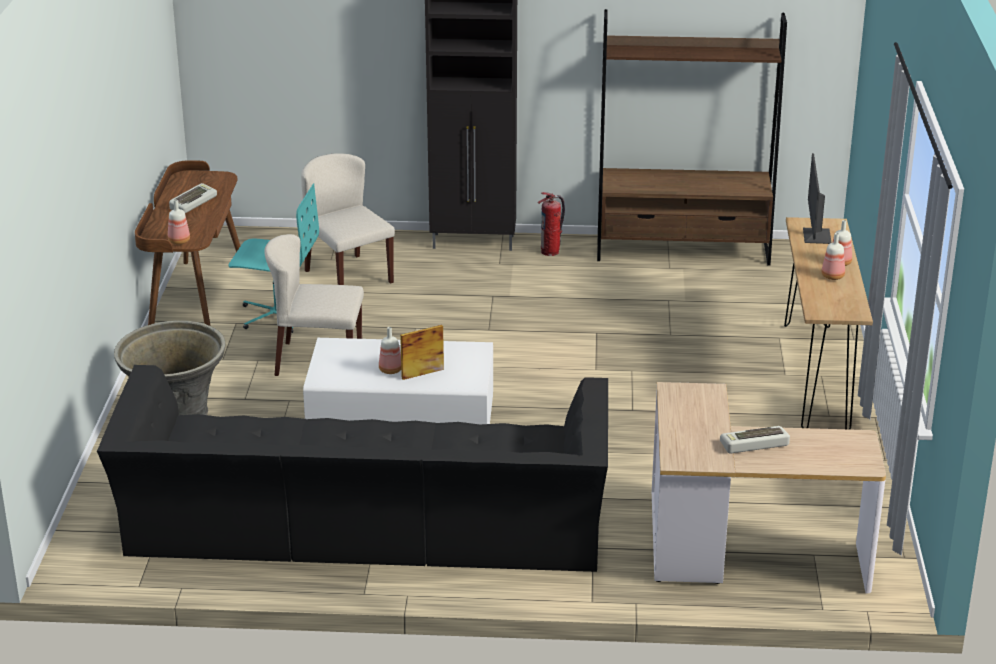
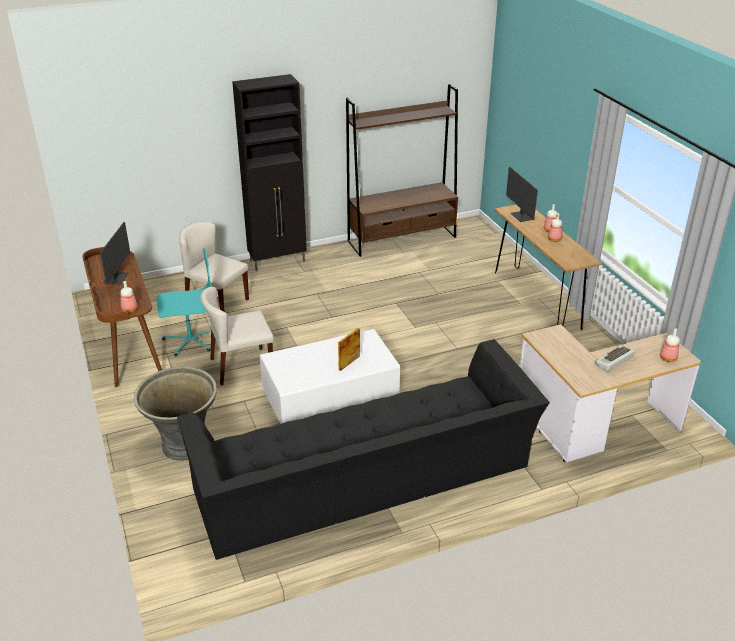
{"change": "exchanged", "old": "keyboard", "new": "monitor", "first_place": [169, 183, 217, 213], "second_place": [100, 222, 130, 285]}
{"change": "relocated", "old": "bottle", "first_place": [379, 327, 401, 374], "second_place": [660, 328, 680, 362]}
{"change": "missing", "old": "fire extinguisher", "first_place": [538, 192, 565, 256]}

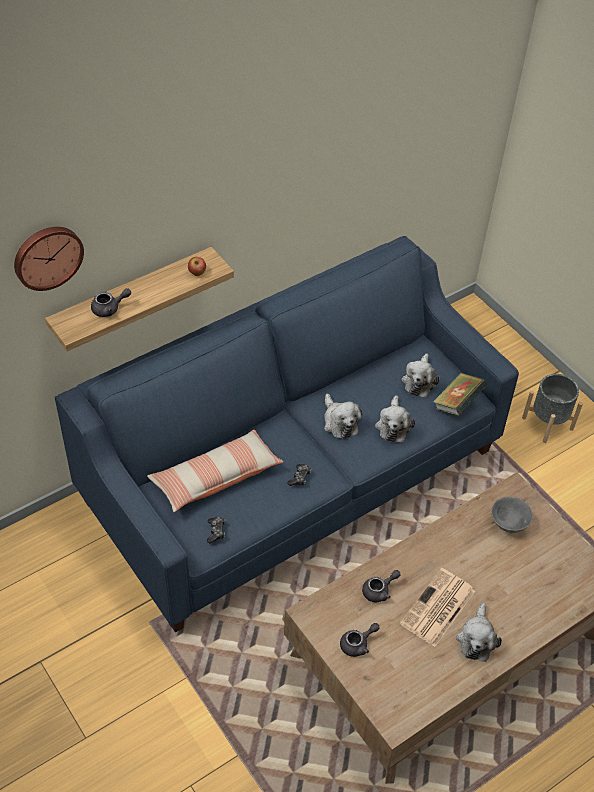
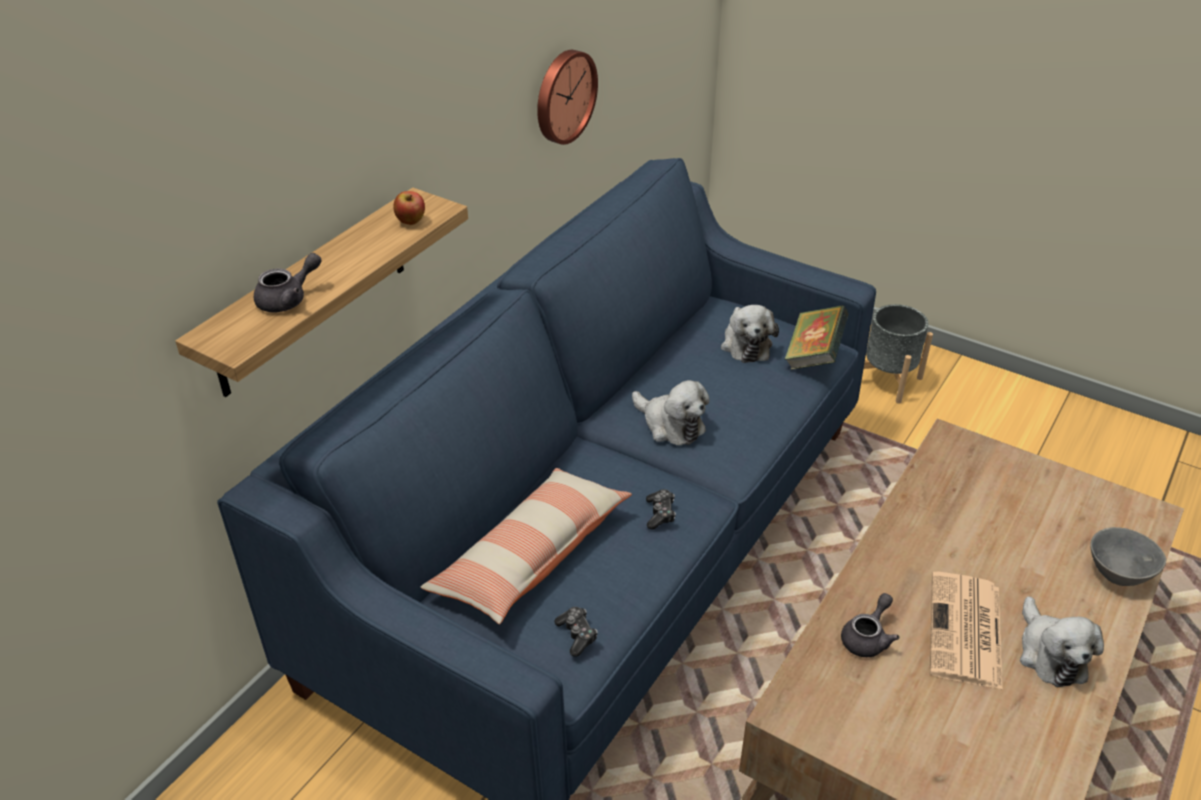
{"change": "relocated", "old": "wall clock", "first_place": [14, 227, 84, 291], "second_place": [537, 50, 598, 145]}
{"change": "missing", "old": "grey teapot", "first_place": [340, 623, 379, 657]}
{"change": "missing", "old": "plush toy", "first_place": [375, 395, 415, 442]}
{"change": "relocated", "old": "grey bowl", "first_place": [491, 497, 533, 533], "second_place": [1090, 527, 1166, 586]}

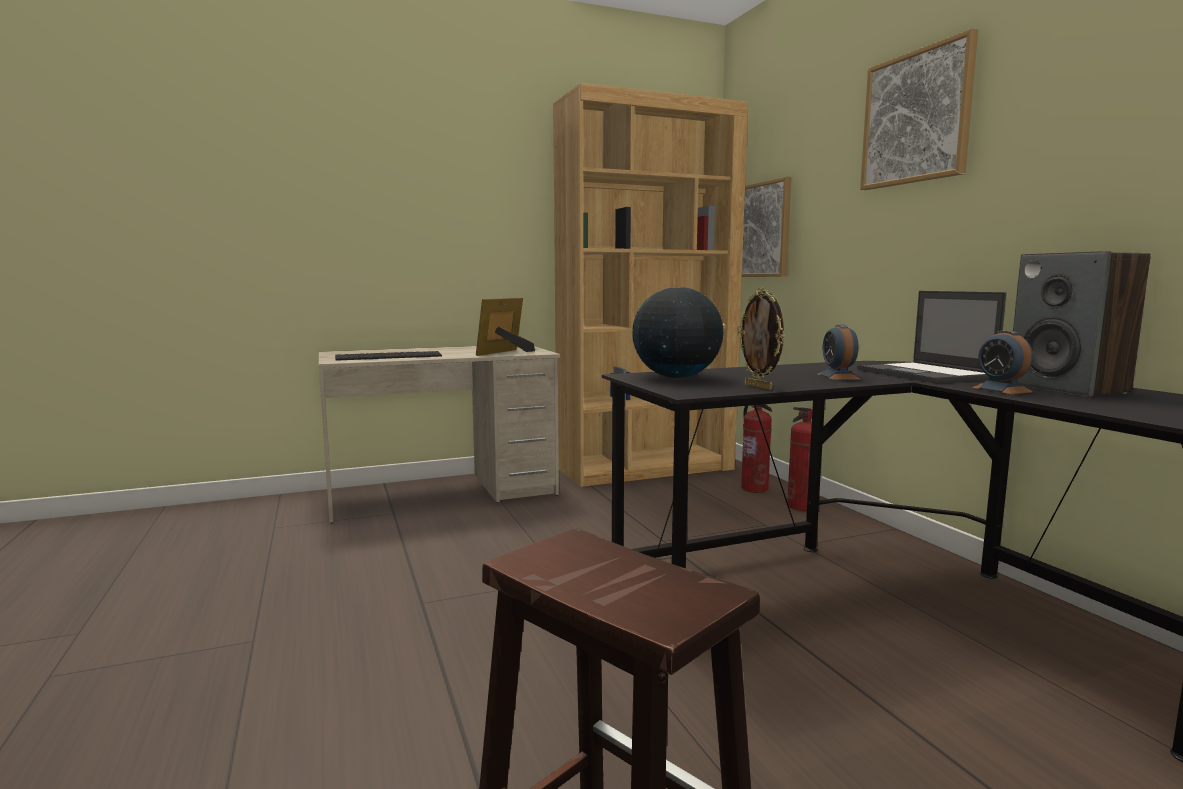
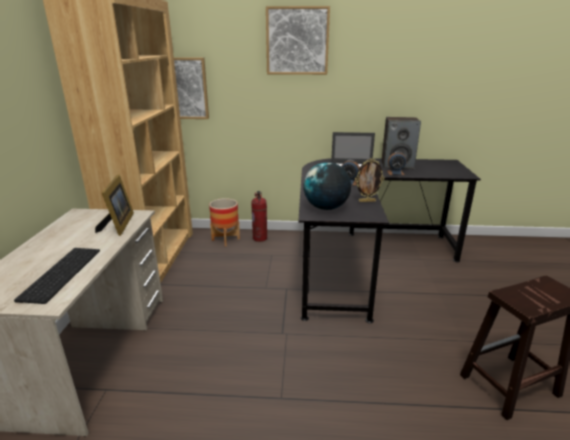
{"change": "spun", "old": "picture frame", "first_place": [476, 298, 535, 356], "second_place": [95, 174, 134, 236], "degrees": -150}
{"change": "exchanged", "old": "fire extinguisher", "new": "planter", "first_place": [741, 404, 772, 493], "second_place": [209, 198, 240, 246]}

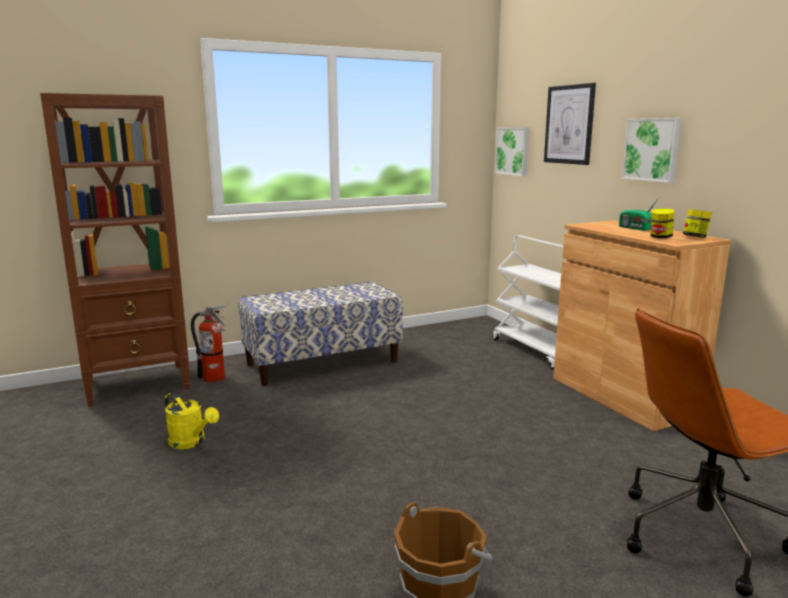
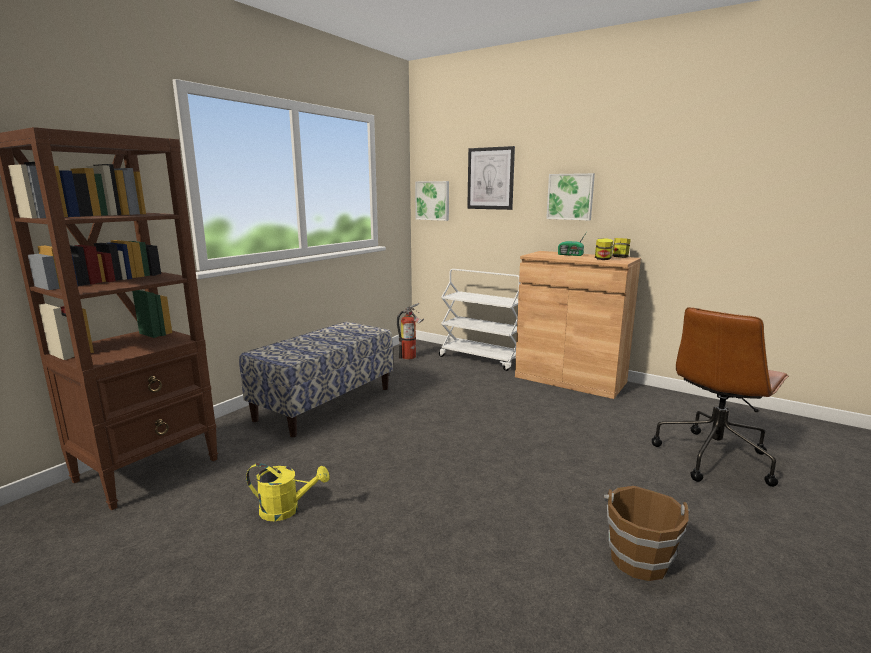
{"change": "relocated", "old": "fire extinguisher", "first_place": [191, 304, 226, 383], "second_place": [397, 303, 424, 359]}

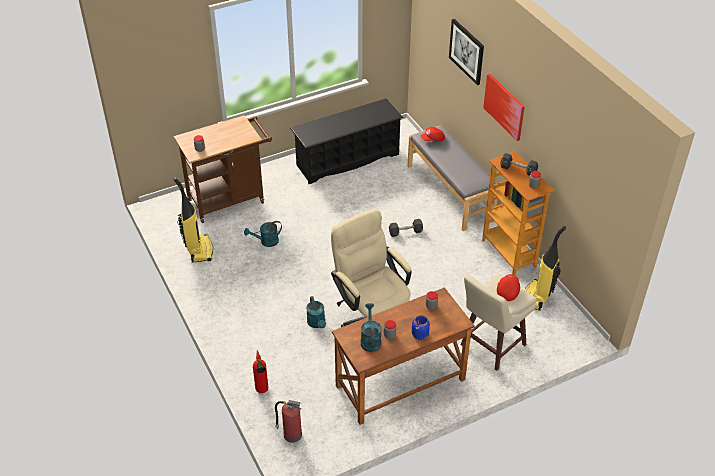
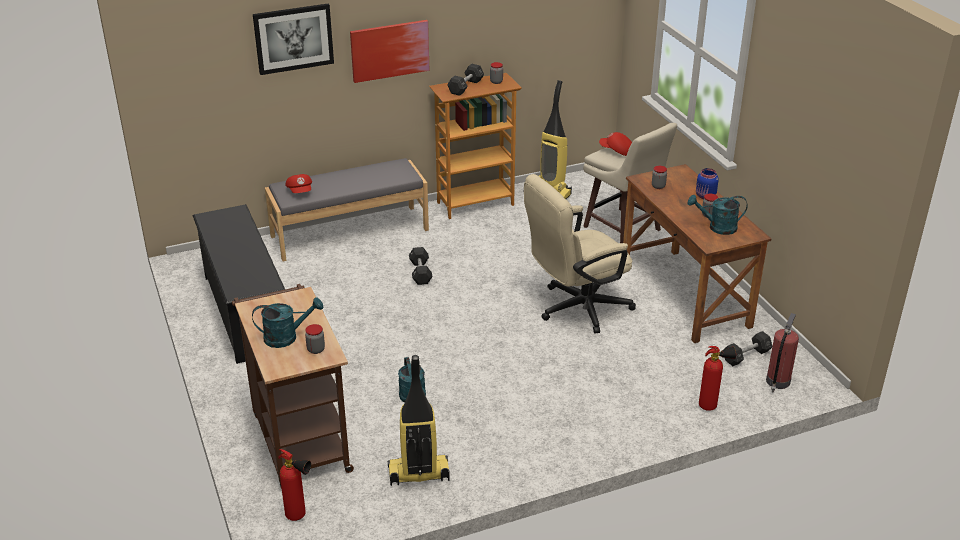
{"change": "relocated", "old": "turquoise watering can", "first_place": [306, 296, 326, 328], "second_place": [252, 297, 323, 348]}
{"change": "appeared", "new": "fire extinguisher", "second_place": [279, 449, 311, 521]}
{"change": "appeared", "new": "black dumbbell", "second_place": [724, 331, 772, 366]}

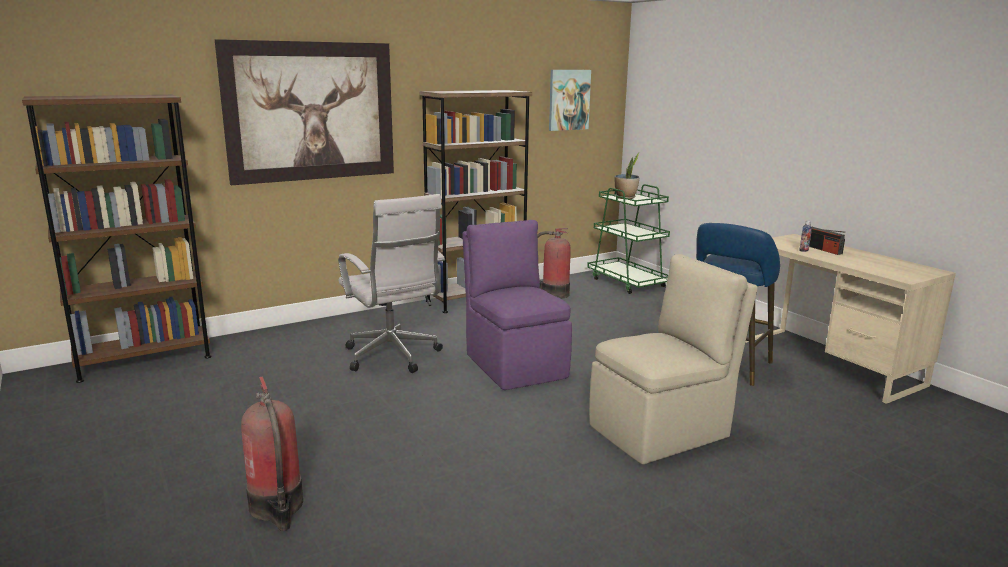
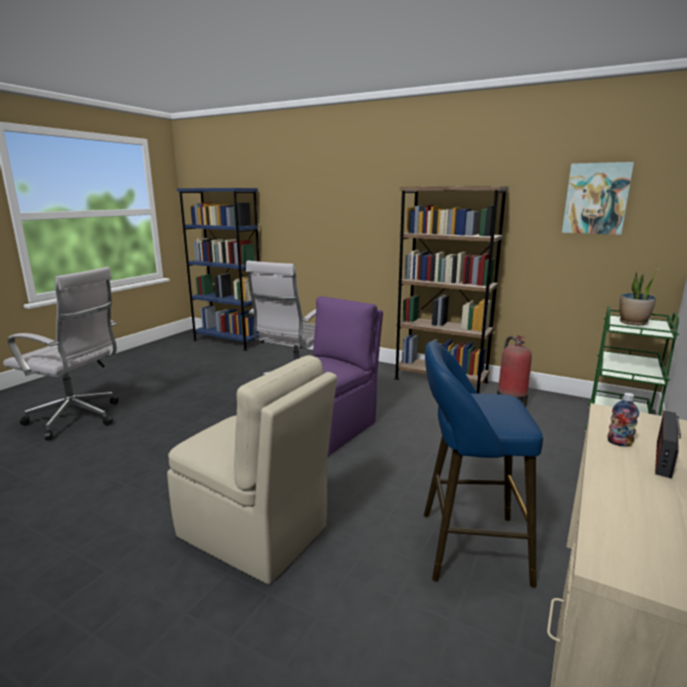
{"change": "colour", "old": "brown bookcase", "new": "blue bookcase", "first_place": [22, 95, 212, 383], "second_place": [177, 188, 265, 351]}
{"change": "missing", "old": "picture", "first_place": [215, 39, 394, 185]}
{"change": "exchanged", "old": "fire extinguisher", "new": "white office chair", "first_place": [241, 376, 303, 531], "second_place": [3, 267, 119, 440]}

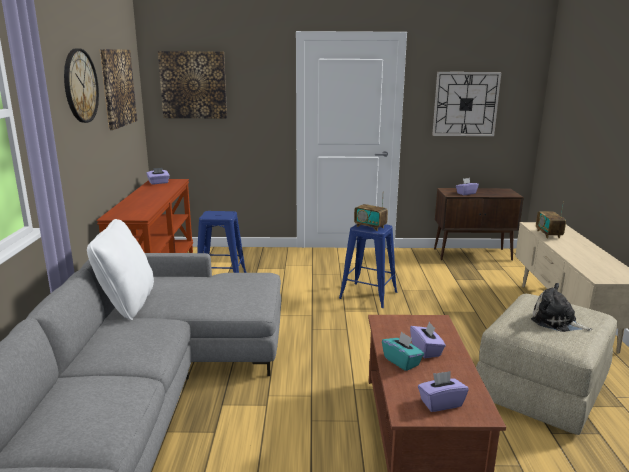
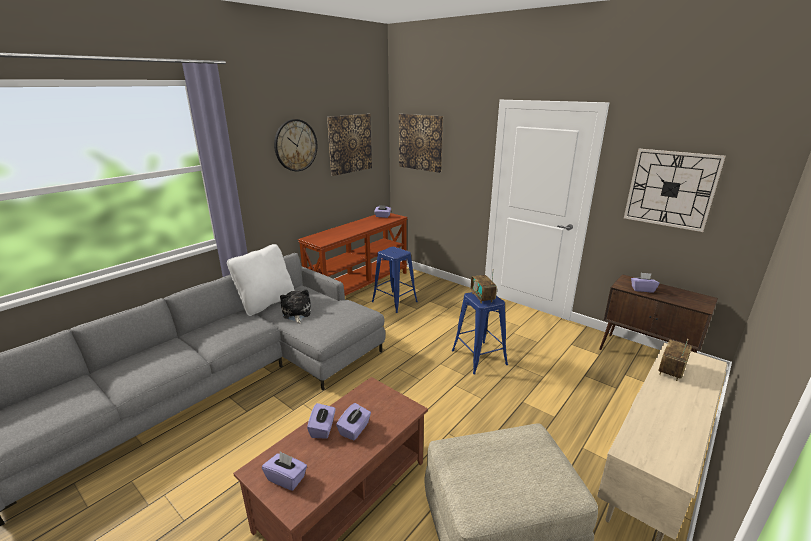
{"change": "colour", "old": "turquoise tissue box", "new": "purple tissue box", "first_place": [382, 331, 424, 371], "second_place": [307, 403, 336, 439]}
{"change": "relocated", "old": "plush toy", "first_place": [531, 283, 592, 332], "second_place": [280, 289, 311, 324]}

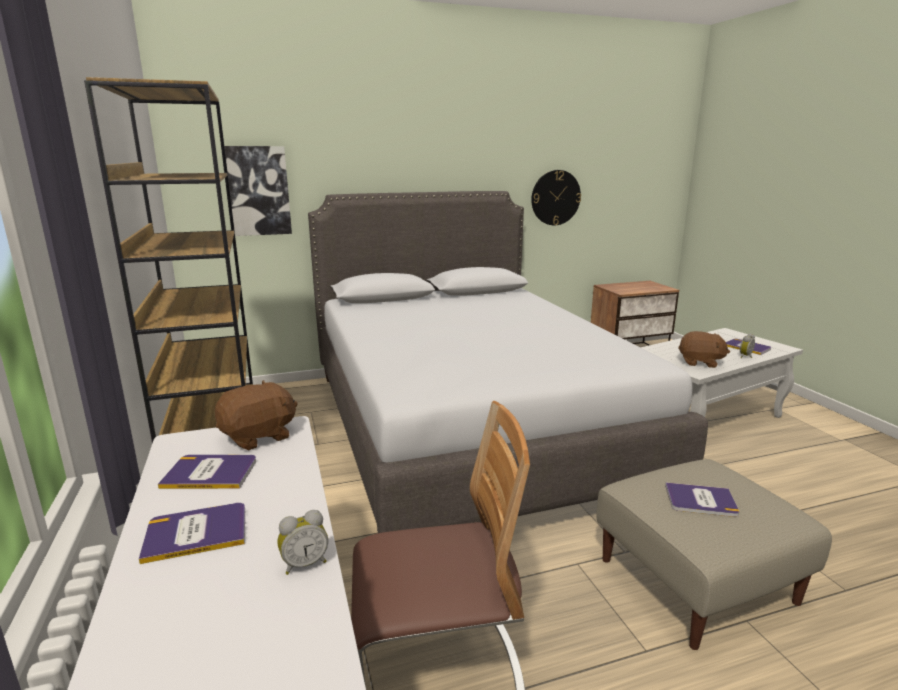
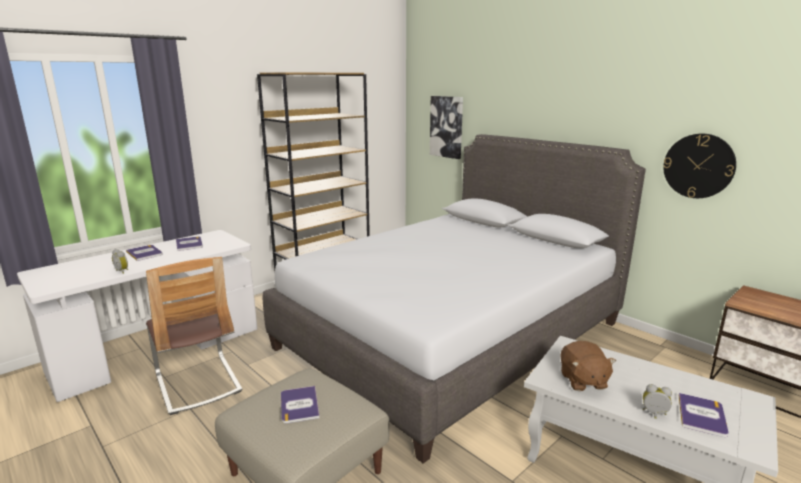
{"change": "missing", "old": "brown plush toy", "first_place": [214, 380, 298, 450]}

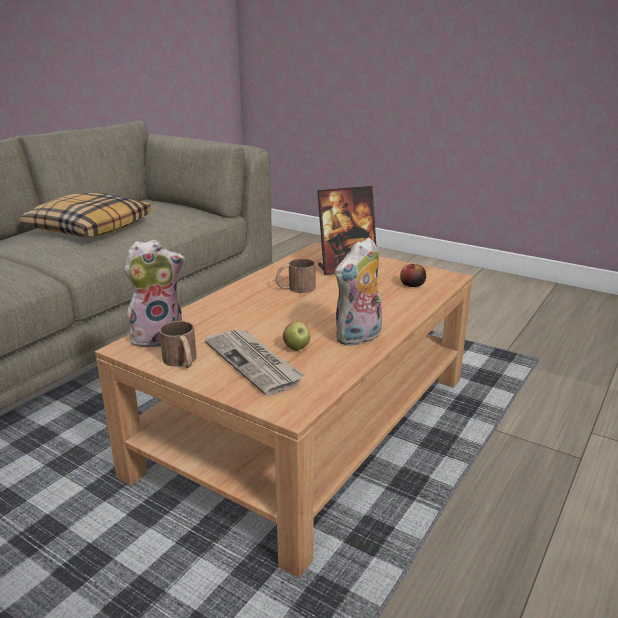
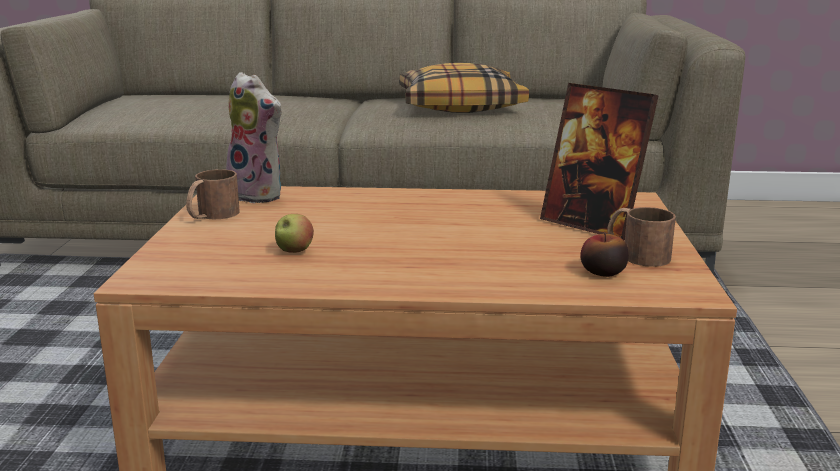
{"change": "missing", "old": "newspaper", "first_place": [205, 329, 305, 396]}
{"change": "relocated", "old": "brown mug", "first_place": [276, 259, 315, 293], "second_place": [607, 207, 676, 267]}
{"change": "missing", "old": "plush toy", "first_place": [335, 237, 382, 346]}

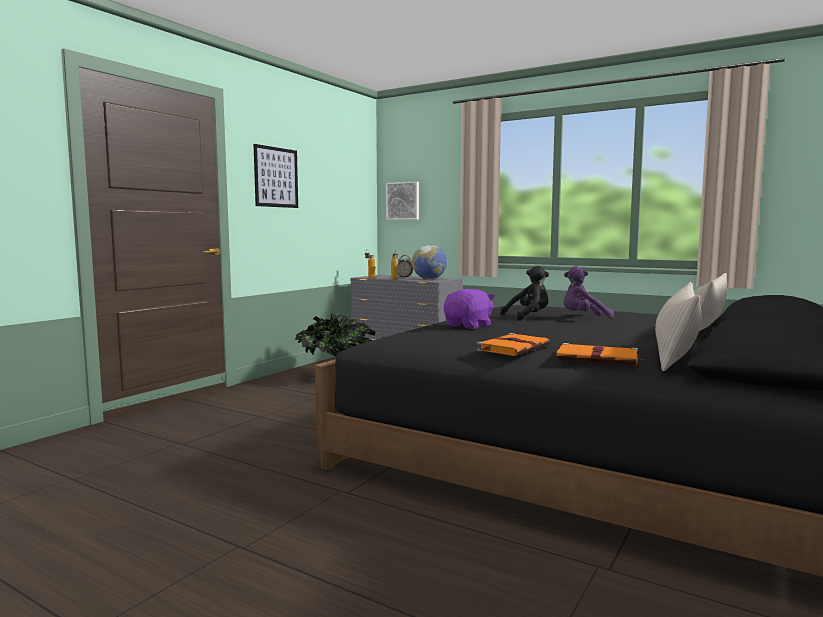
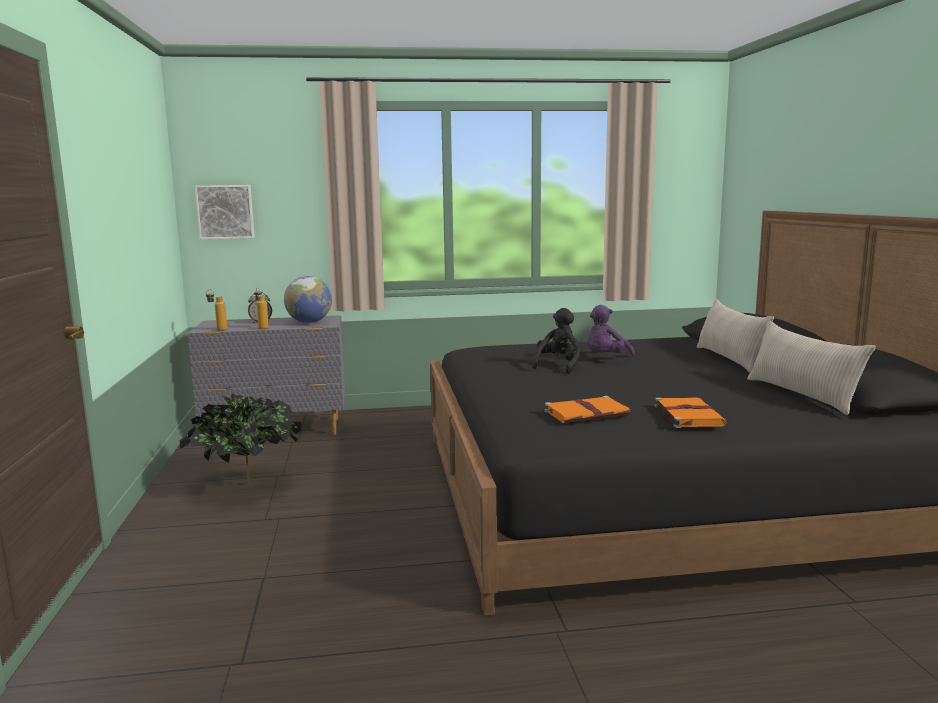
{"change": "missing", "old": "picture", "first_place": [253, 144, 298, 208]}
{"change": "missing", "old": "purple plush toy", "first_place": [444, 289, 495, 329]}
{"change": "relocated", "old": "orange book", "first_place": [556, 343, 643, 366], "second_place": [544, 396, 631, 423]}

